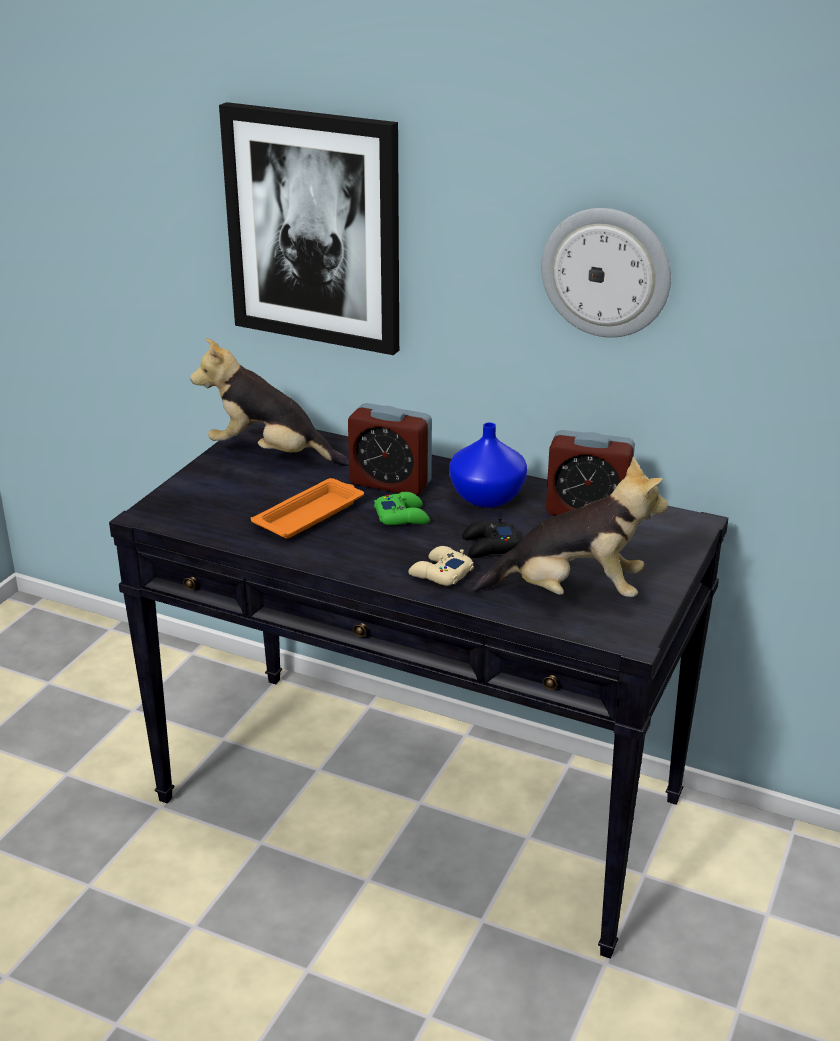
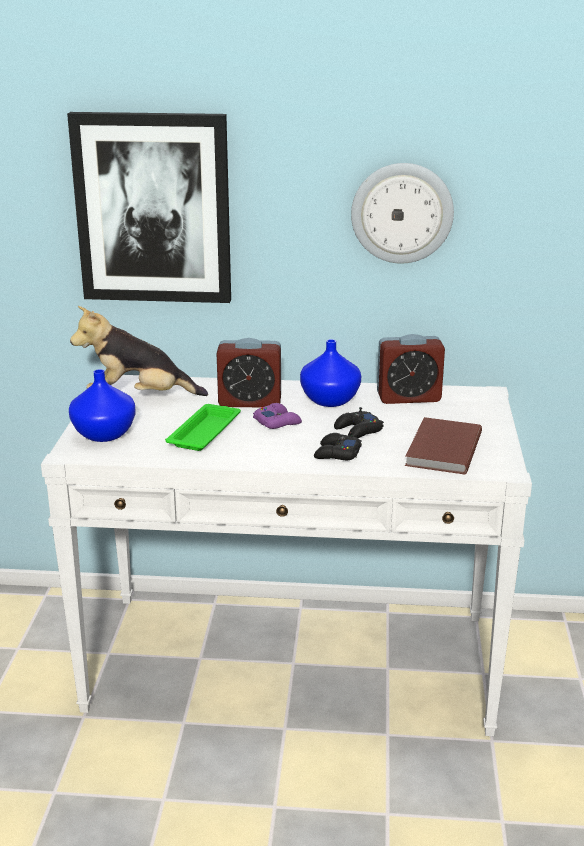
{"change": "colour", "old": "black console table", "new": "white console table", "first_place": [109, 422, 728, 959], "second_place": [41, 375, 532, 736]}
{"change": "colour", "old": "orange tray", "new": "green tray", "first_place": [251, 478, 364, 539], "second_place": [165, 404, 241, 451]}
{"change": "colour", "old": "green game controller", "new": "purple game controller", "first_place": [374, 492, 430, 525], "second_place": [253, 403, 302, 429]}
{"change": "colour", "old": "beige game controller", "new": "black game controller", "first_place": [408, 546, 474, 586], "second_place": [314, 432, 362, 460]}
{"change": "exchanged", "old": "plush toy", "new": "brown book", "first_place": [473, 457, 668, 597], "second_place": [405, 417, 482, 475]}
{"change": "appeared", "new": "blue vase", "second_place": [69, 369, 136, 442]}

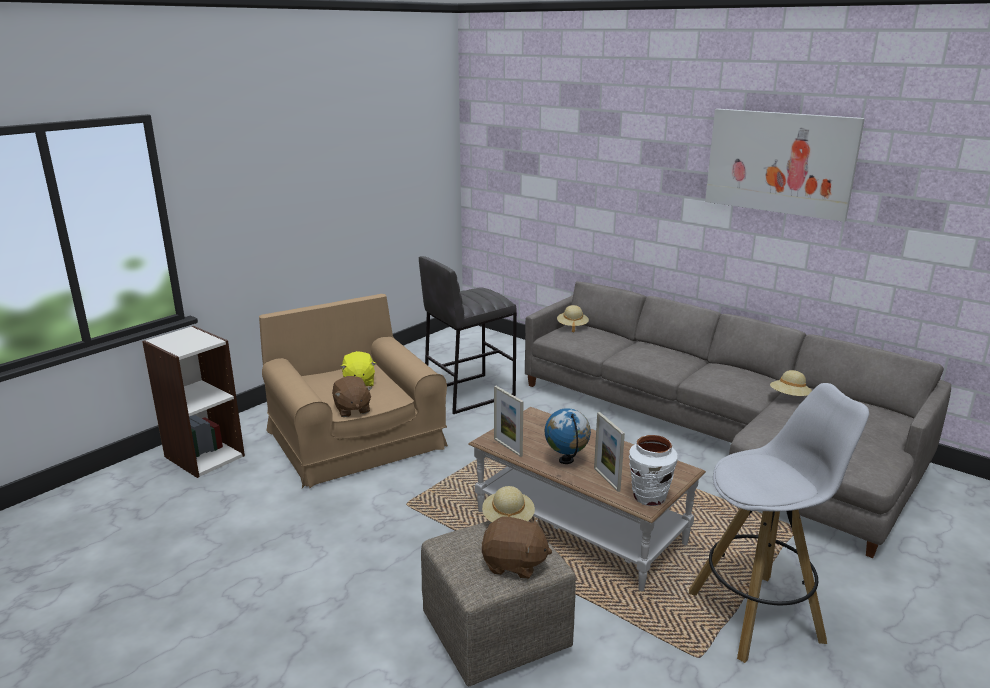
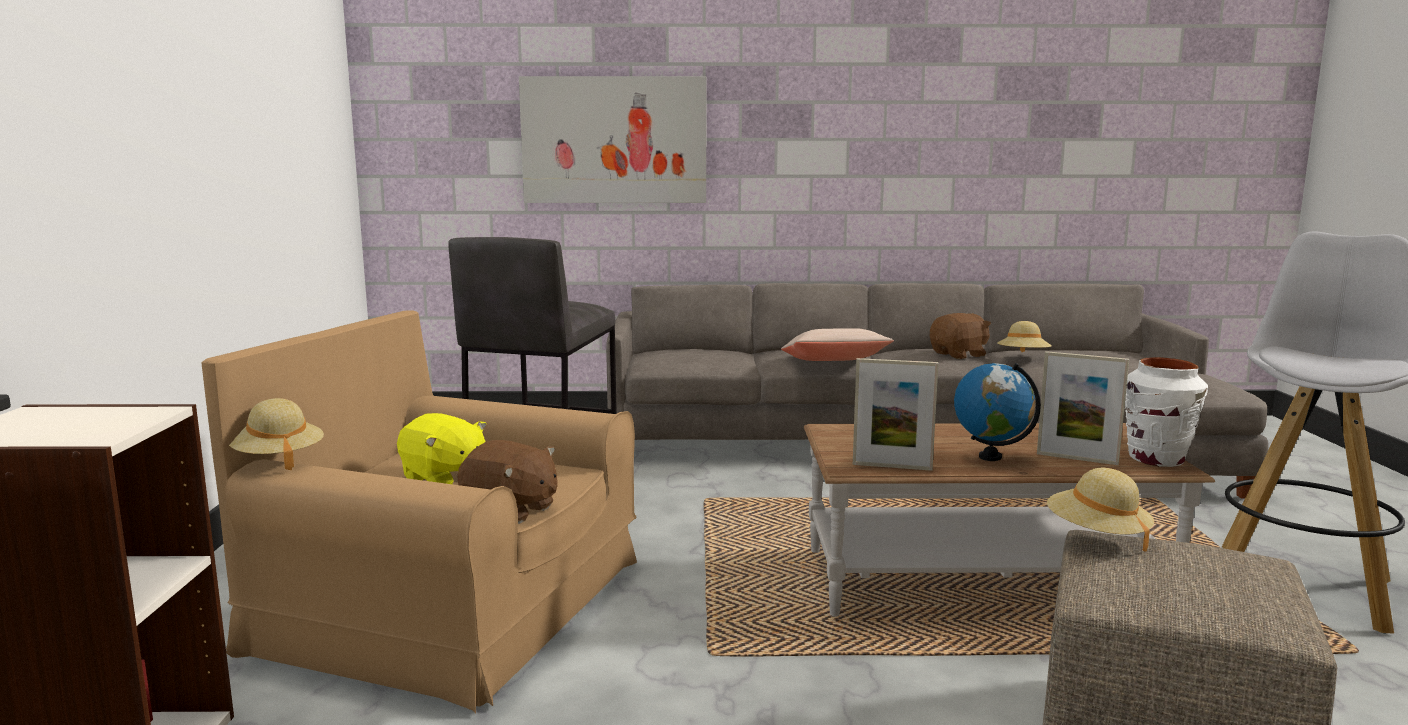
{"change": "relocated", "old": "brown plush toy", "first_place": [482, 516, 552, 579], "second_place": [930, 313, 991, 359]}
{"change": "relocated", "old": "beige hat", "first_place": [557, 305, 589, 333], "second_place": [229, 398, 324, 470]}
{"change": "relocated", "old": "picture", "first_place": [705, 109, 865, 222], "second_place": [519, 76, 706, 203]}
{"change": "appeared", "new": "beige pillow", "second_place": [781, 328, 894, 361]}

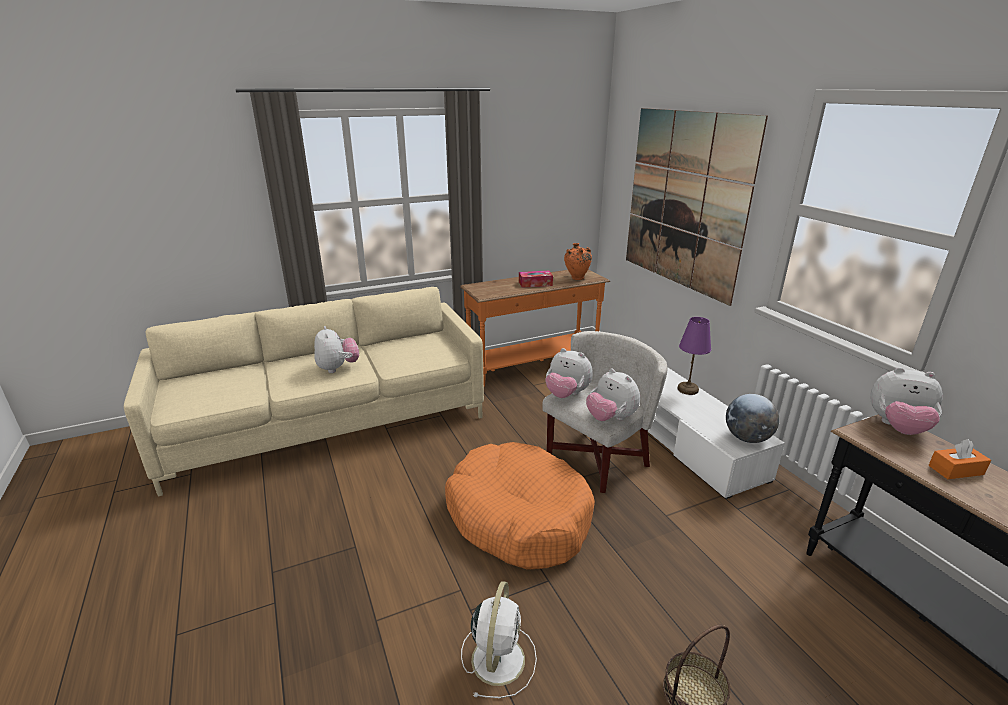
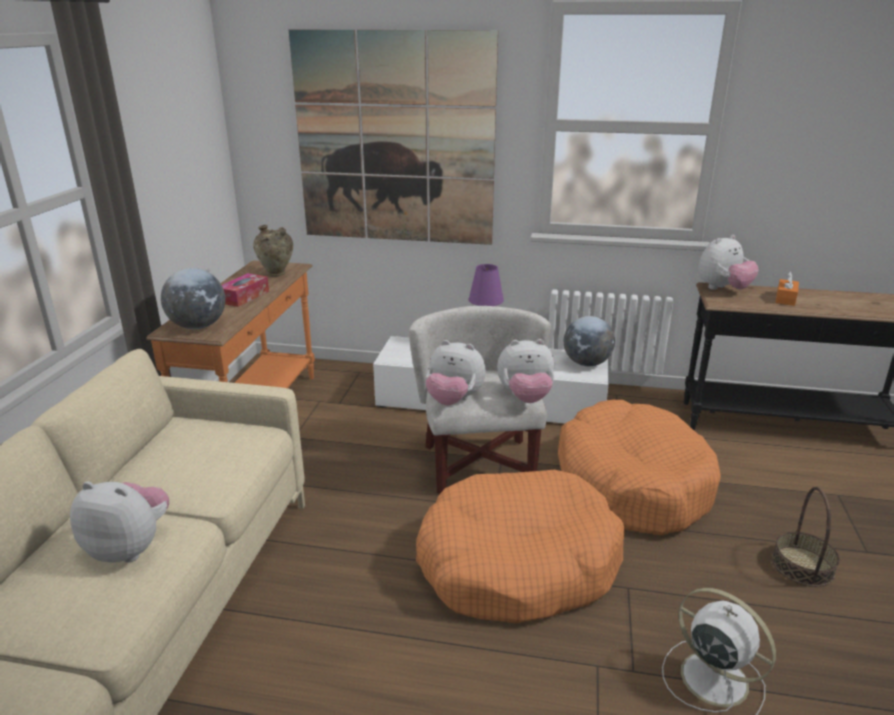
{"change": "spun", "old": "plush toy", "first_place": [545, 348, 593, 398], "second_place": [425, 340, 486, 405], "degrees": 45}
{"change": "colour", "old": "orange vase", "new": "beige vase", "first_place": [564, 243, 592, 280], "second_place": [253, 225, 293, 276]}
{"change": "appeared", "new": "globe", "second_place": [161, 268, 225, 329]}
{"change": "appeared", "new": "orange dog bed", "second_place": [558, 400, 721, 535]}

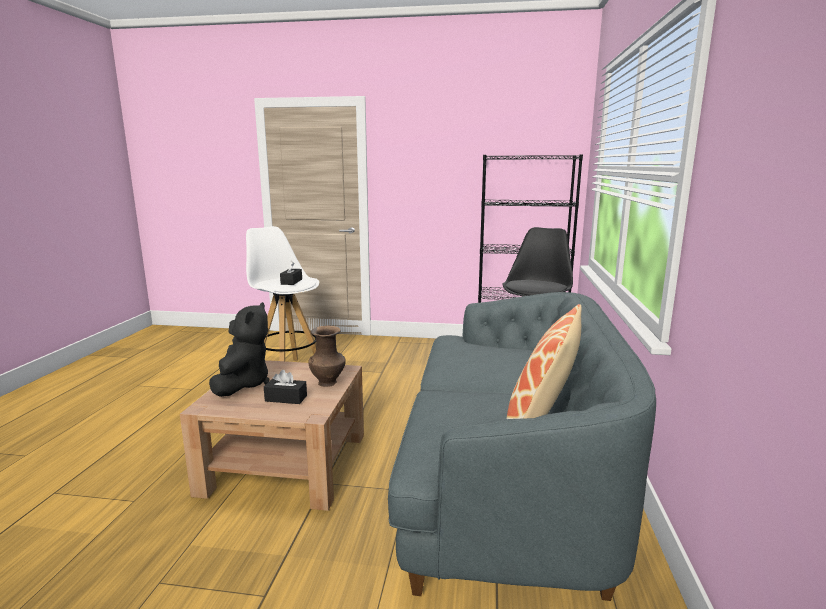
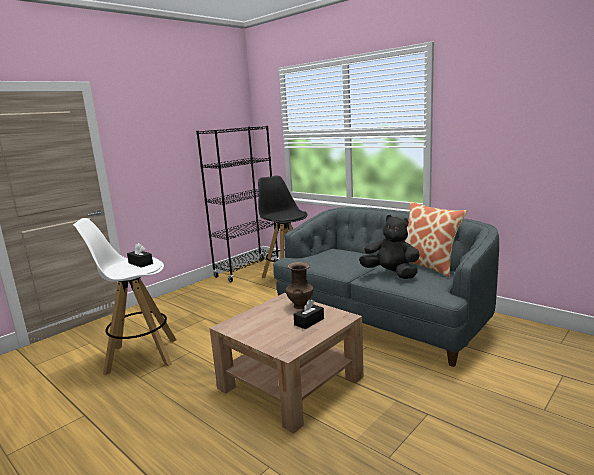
{"change": "relocated", "old": "black plush toy", "first_place": [209, 302, 270, 397], "second_place": [359, 215, 420, 279]}

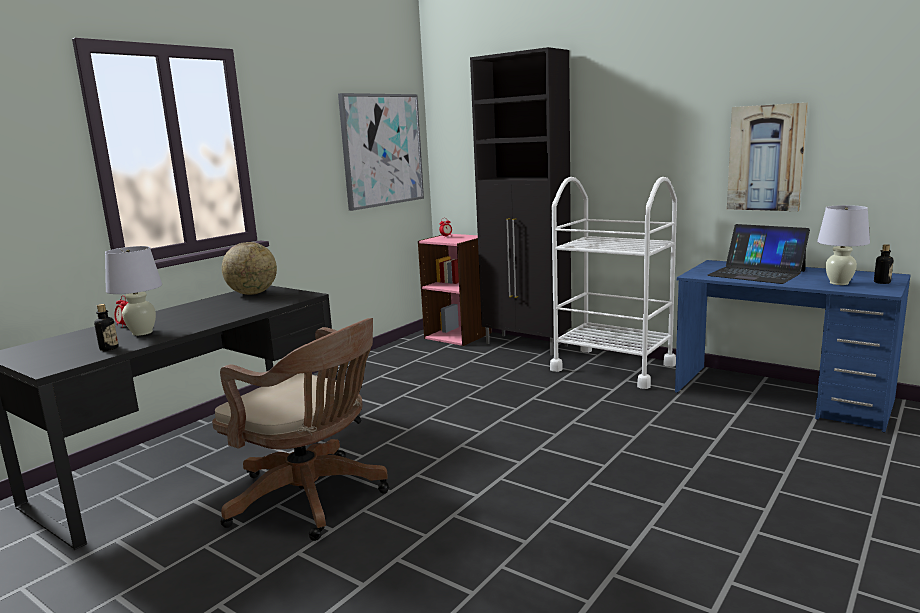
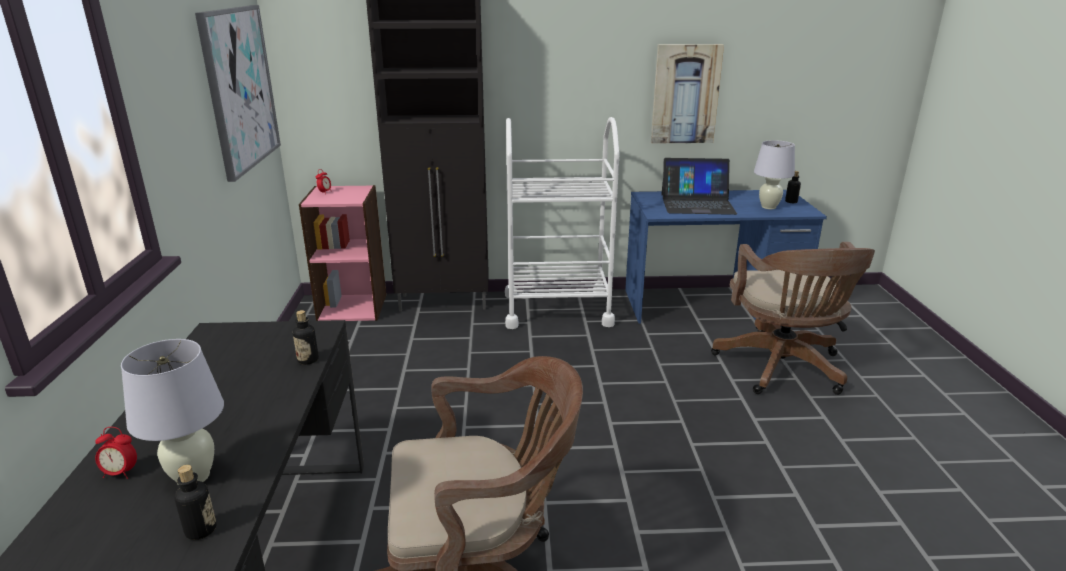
{"change": "missing", "old": "globe", "first_place": [222, 242, 277, 295]}
{"change": "appeared", "new": "bottle", "second_place": [293, 310, 319, 365]}
{"change": "appeared", "new": "brown office chair", "second_place": [711, 242, 875, 395]}

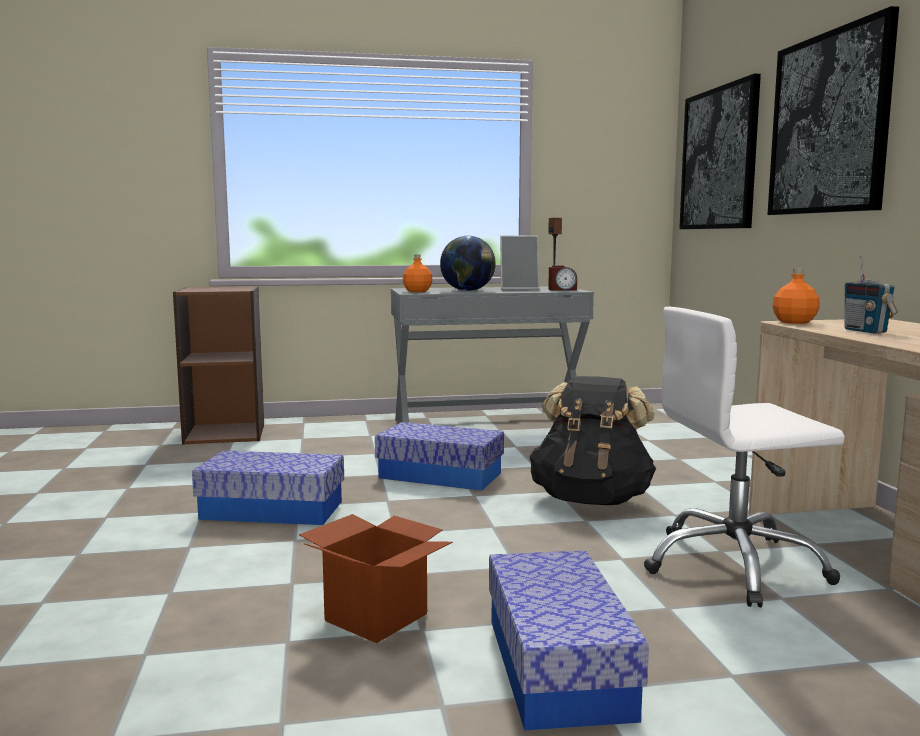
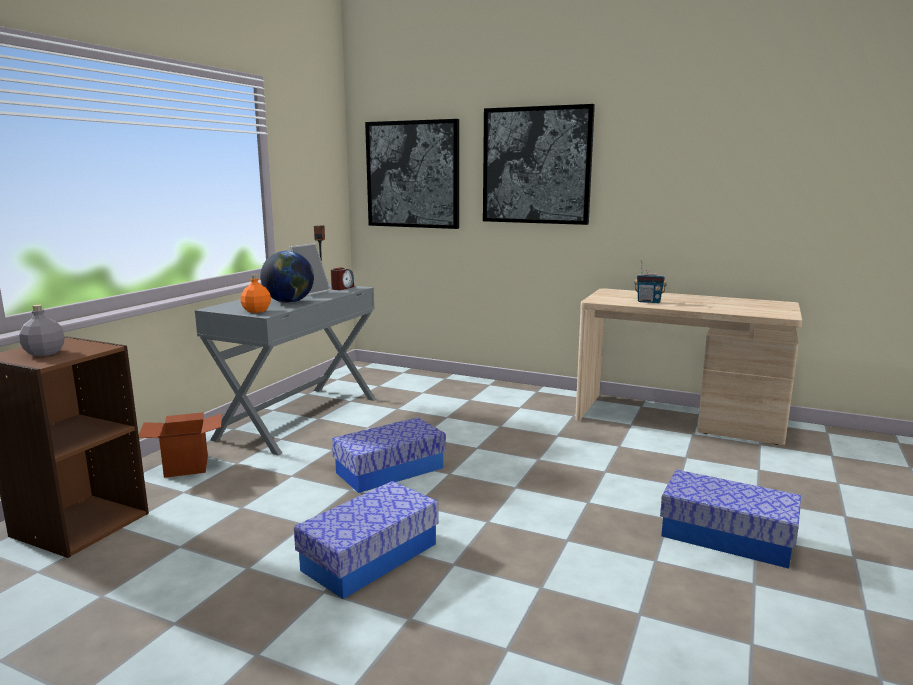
{"change": "relocated", "old": "cardboard box", "first_place": [299, 514, 453, 643], "second_place": [139, 412, 222, 478]}
{"change": "missing", "old": "black backpack", "first_place": [529, 376, 656, 505]}
{"change": "missing", "old": "white office chair", "first_place": [644, 307, 845, 607]}
{"change": "missing", "old": "orange bottle", "first_place": [772, 268, 820, 324]}
{"change": "appeared", "new": "grey bottle", "second_place": [20, 305, 65, 356]}

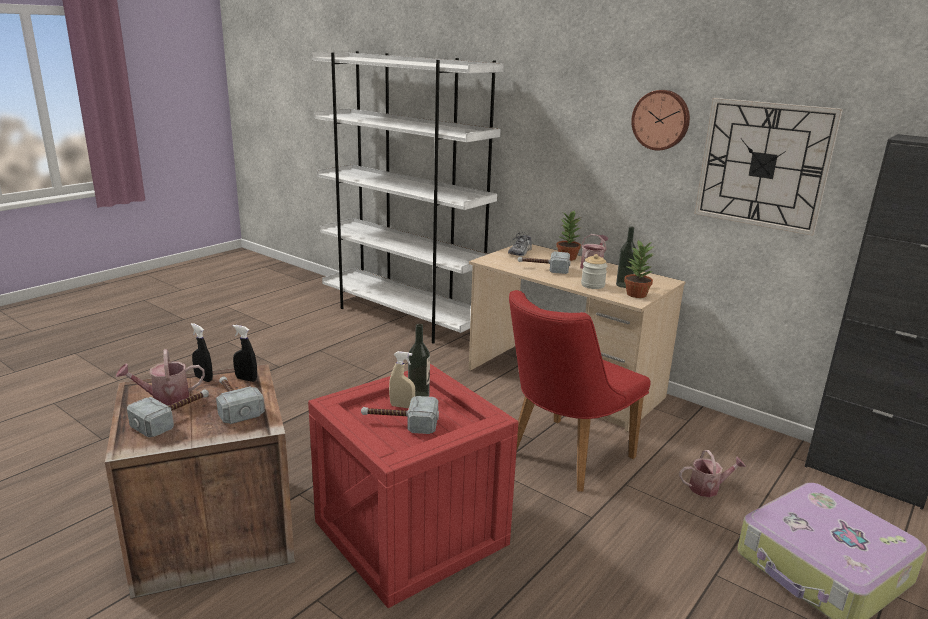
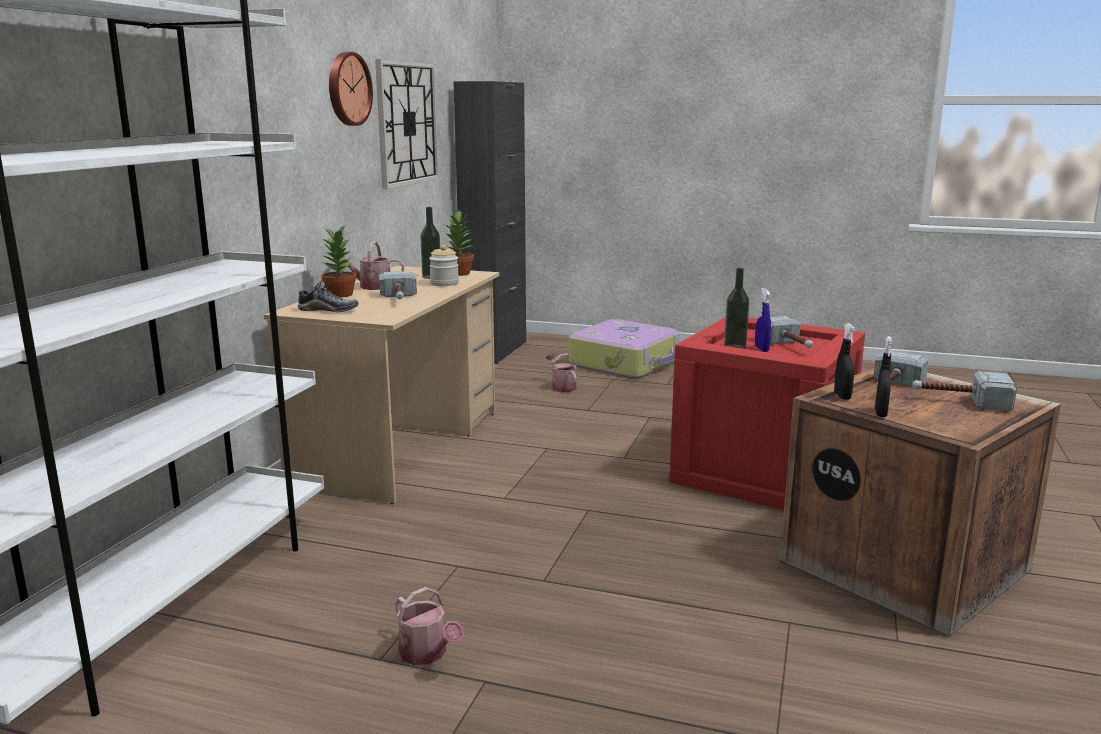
{"change": "relocated", "old": "watering can", "first_place": [116, 349, 205, 405], "second_place": [395, 587, 463, 665]}
{"change": "colour", "old": "beige spray bottle", "new": "blue spray bottle", "first_place": [389, 351, 415, 408], "second_place": [755, 288, 771, 352]}
{"change": "missing", "old": "red chair", "first_place": [509, 290, 651, 492]}

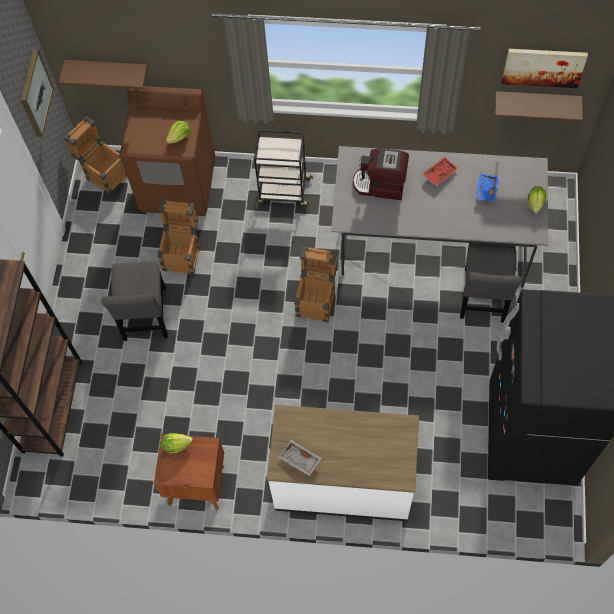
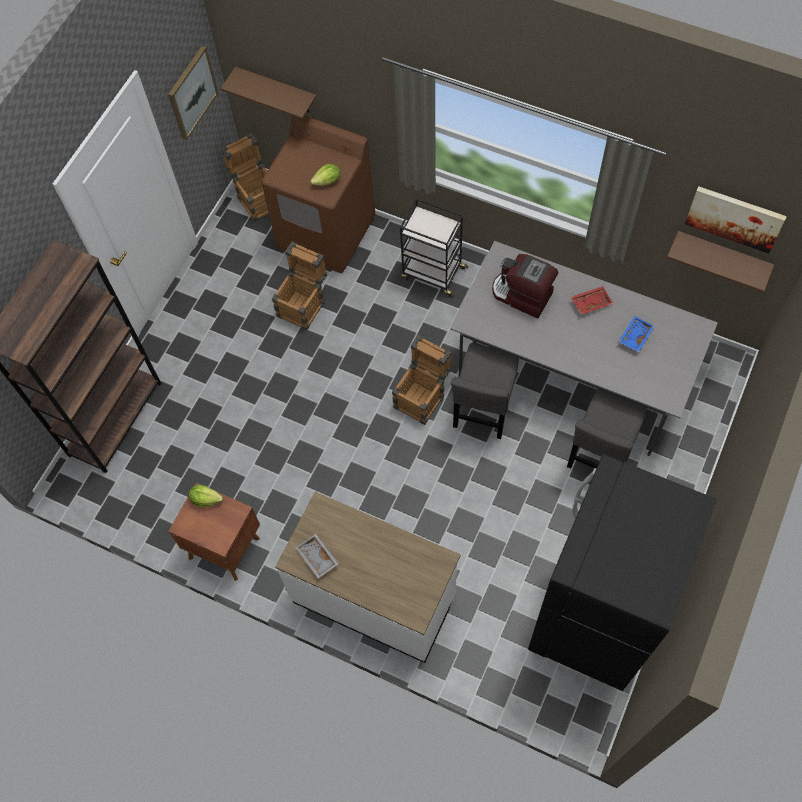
{"change": "relocated", "old": "grey chair", "first_place": [101, 261, 168, 341], "second_place": [451, 343, 519, 439]}
{"change": "missing", "old": "lettuce", "first_place": [527, 186, 546, 214]}

